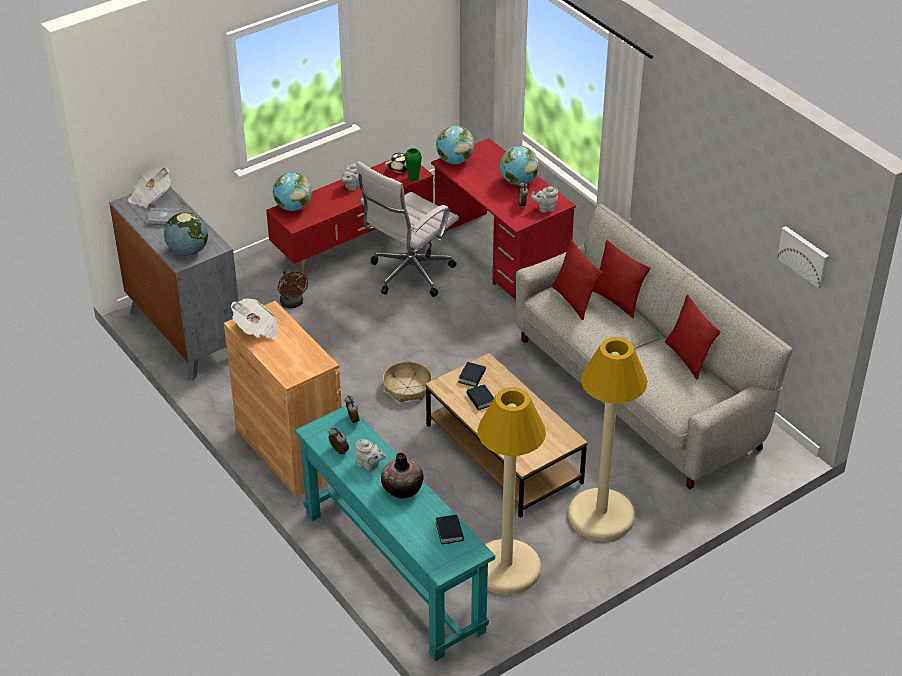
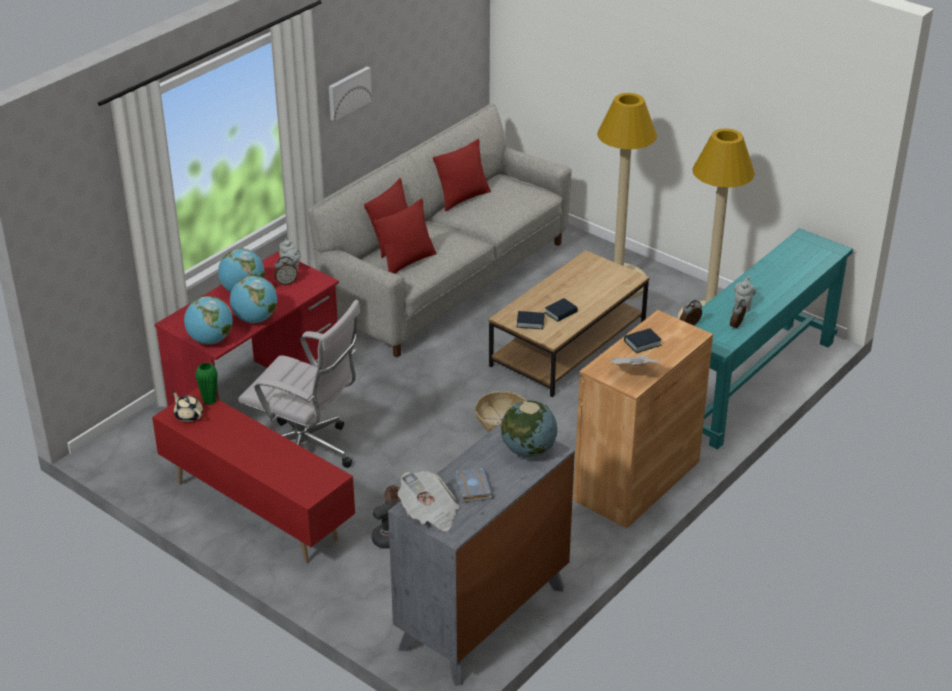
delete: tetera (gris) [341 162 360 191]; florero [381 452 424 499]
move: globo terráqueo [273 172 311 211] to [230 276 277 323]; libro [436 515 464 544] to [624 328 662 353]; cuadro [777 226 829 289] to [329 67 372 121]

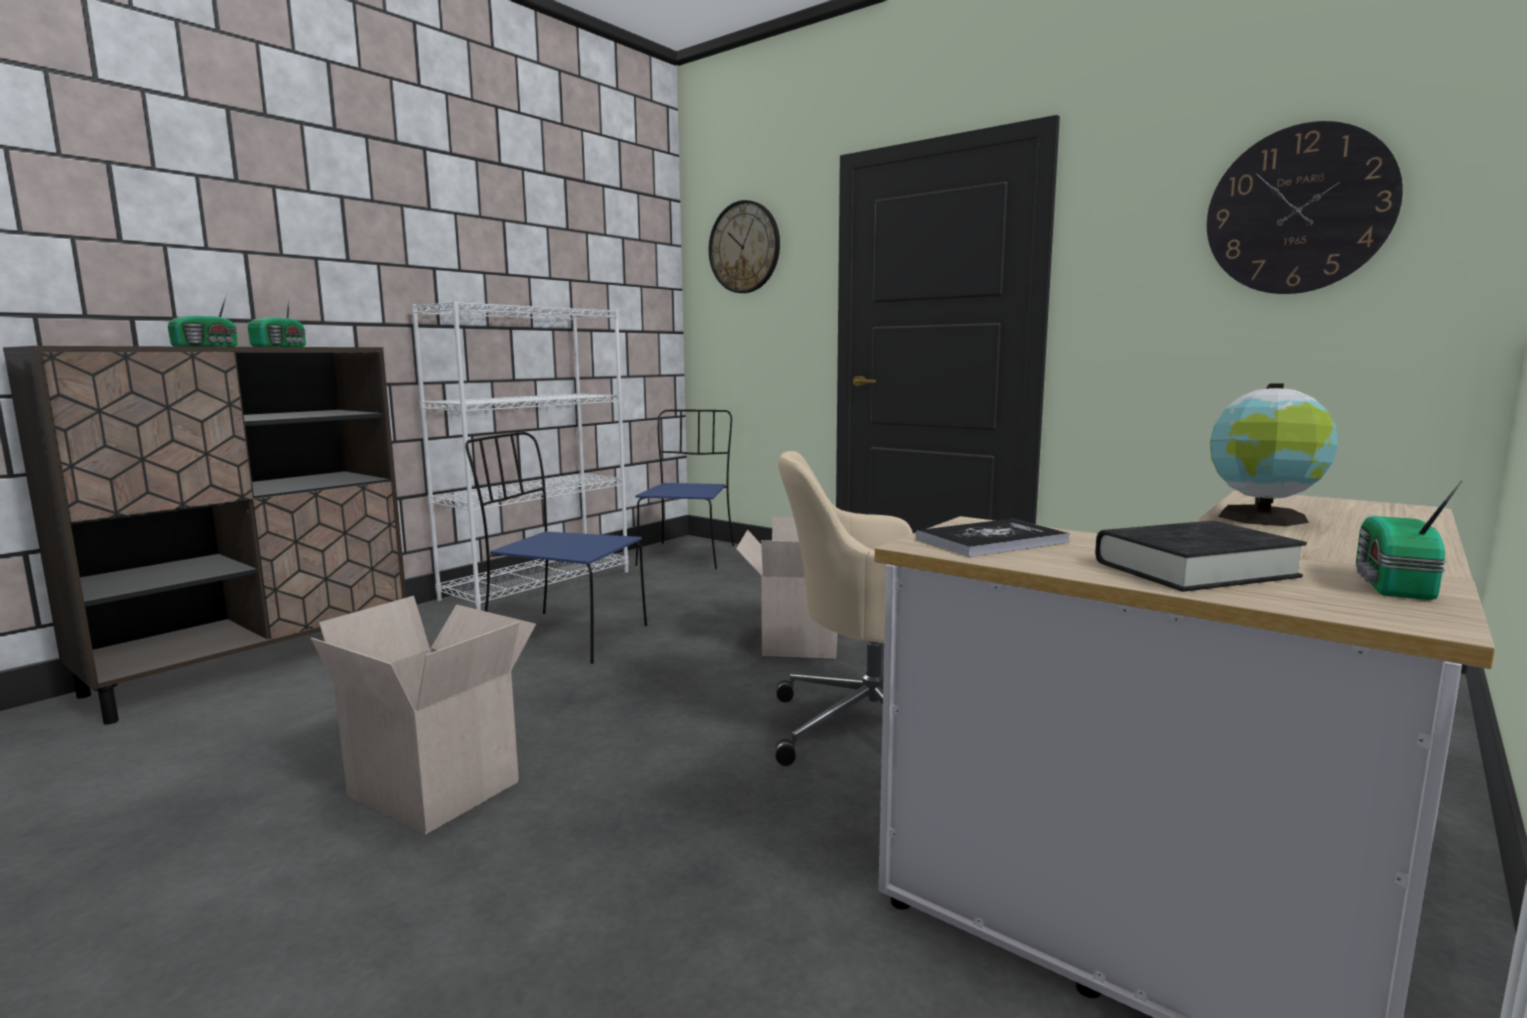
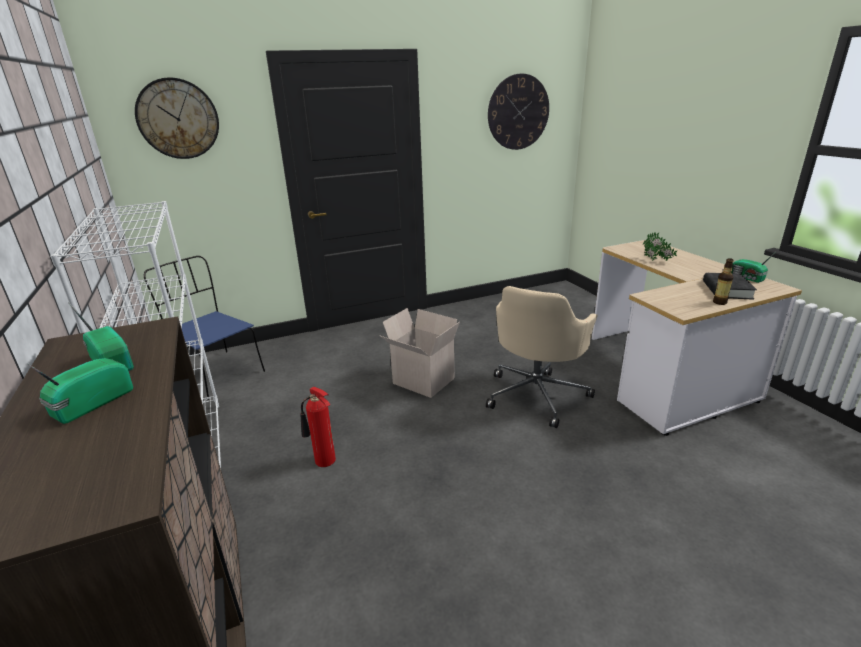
delete: caja de cartón [310 596 536 835]; libro [916 519 1070 557]
insert: botella [713 258 734 305]
replace: silla (azul) [465 432 647 664] to extintor [300 387 336 467]; globo terráqueo [1210 383 1338 526] to planta en maceta [643 232 678 261]
rotate: radio [168 294 238 347] = [28 358 133 424] 120 degrees counterclockwise

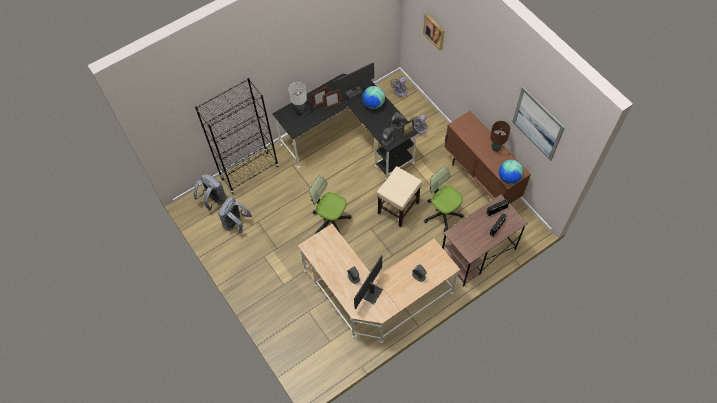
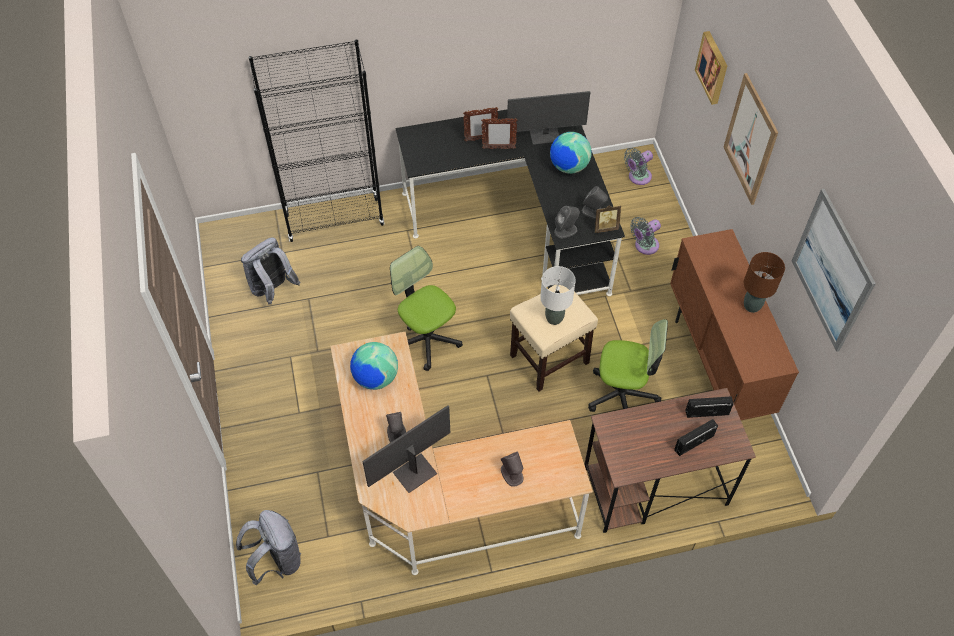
insert: cuadro [724 73 778 205]
move: mochila (gris) [194 174 226 211] to [236 510 301 586]; lámpara de mesa (blanco) [289 82 307 113] to [540 266 576 325]; globo terráqueo [499 160 524 184] to [350 342 398 390]
rotate: silla de oficina [424 167 464 232] = [588 319 668 412] 120 degrees clockwise

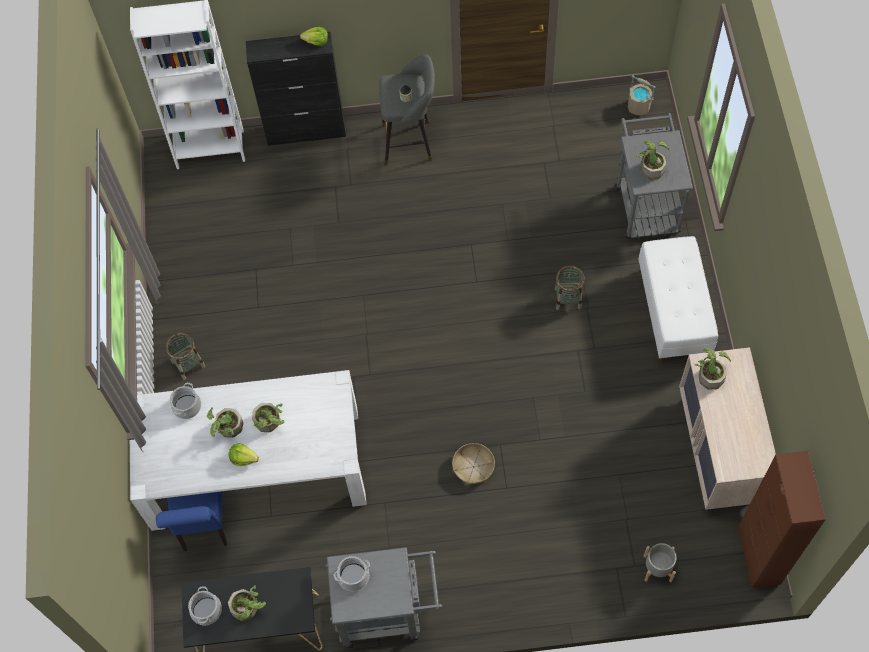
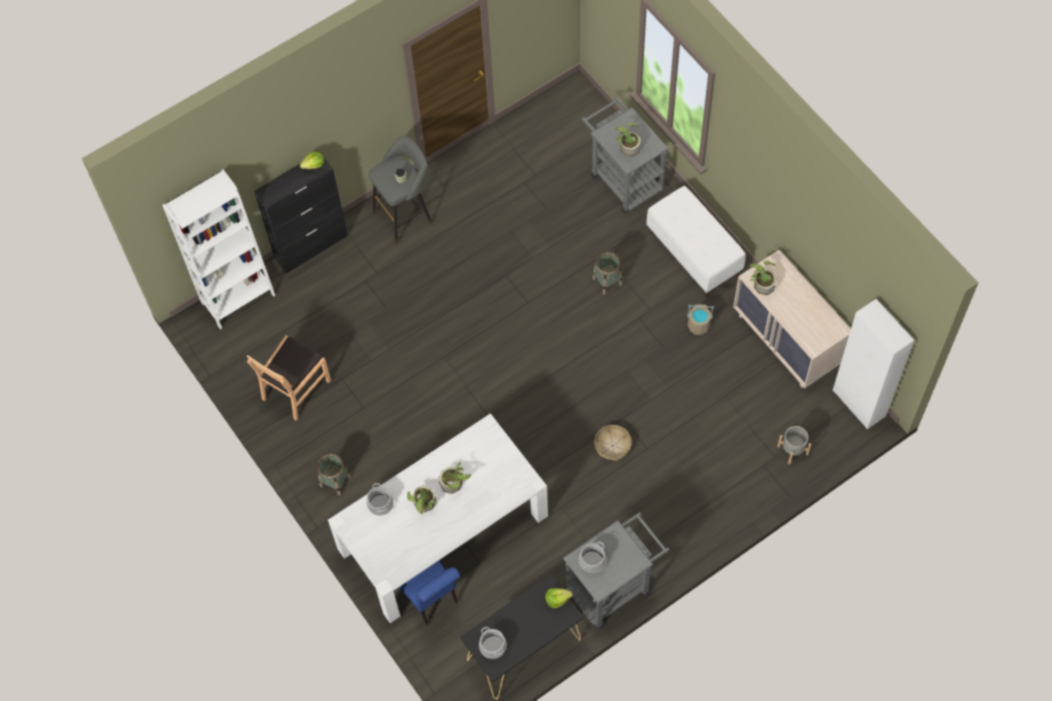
delete: planta en maceta [228 585 266 621]
insert: silla (marrón) [247 335 331 421]
move: lechuga [229 443 259 466] to [545 588 573 608]; cubo (beis) [628 75 655 115] to [687 304 714 335]
recolor: armario (marrón) [738 451 826 588] to armario (blanco) [833 299 914 429]

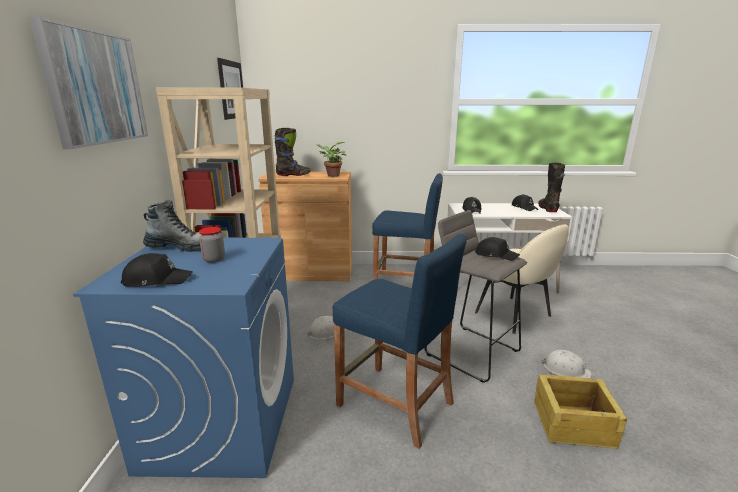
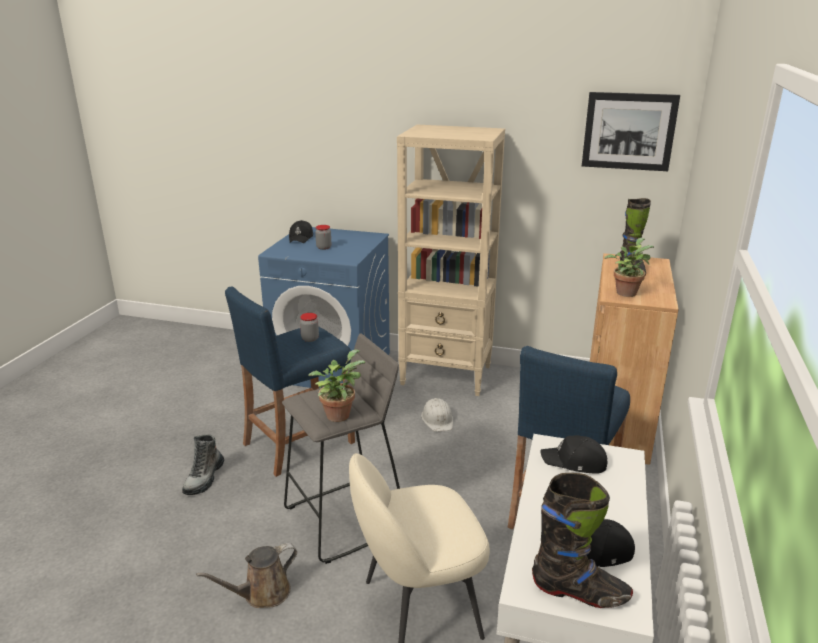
delete: cuadro [29 17 148 149]; caja de embalaje [534 374 627 449]
insert: tarro [300 313 319 342]
move: bota [143 200 201 252] to [182 434 224 495]
replace: gorra (negro) [475 237 520 261] to planta en maceta [308 349 365 422]; casco (blanco) [541 350 592 378] to regadera (marrón) [196 543 297 608]

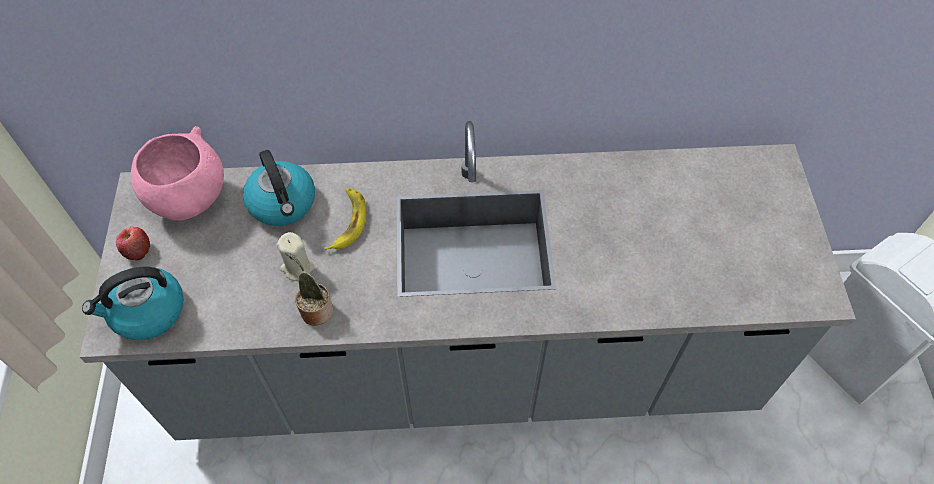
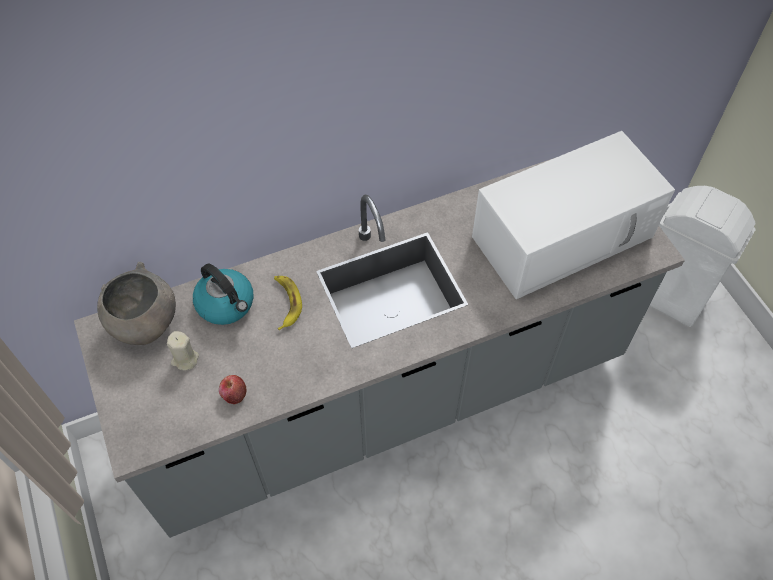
delete: hervidor [82 267 183 340]; planta en maceta [285 252 333 326]
insert: microondas (blanco) [472 131 675 299]
move: manzana [116 227 150 260] to [219 375 247 404]; vela (beis) [277 232 314 281] to [167 331 199 370]
recolor: cuenco (rosa) [131 126 224 221] to cuenco (gris) [97 262 176 345]

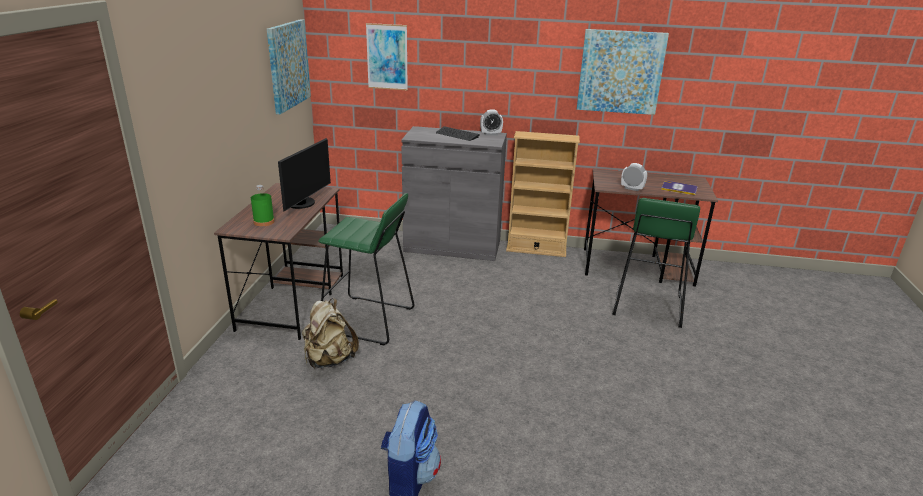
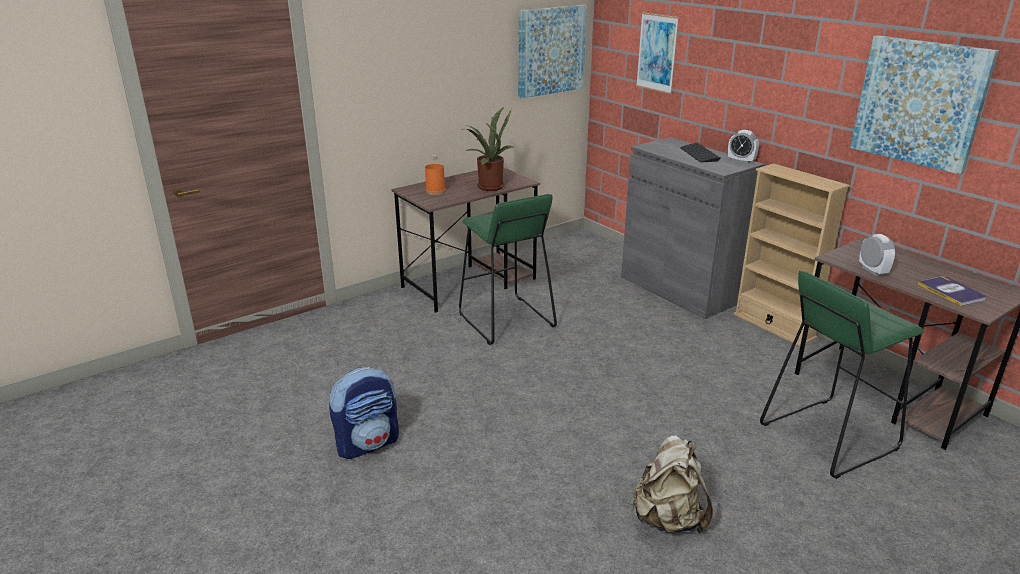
move: mochila (beis) [302 298 359 368] to [631 435 713 534]
replace: monitor [278 138 331 212] to planta en maceta [461 107 513 191]
recolor: botella (verde) [251 185 275 226] to botella (naranja) [425 155 445 195]

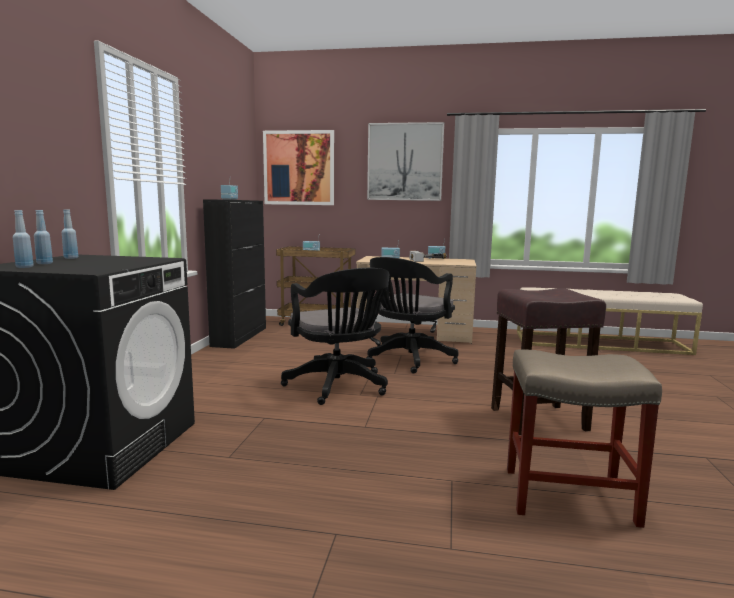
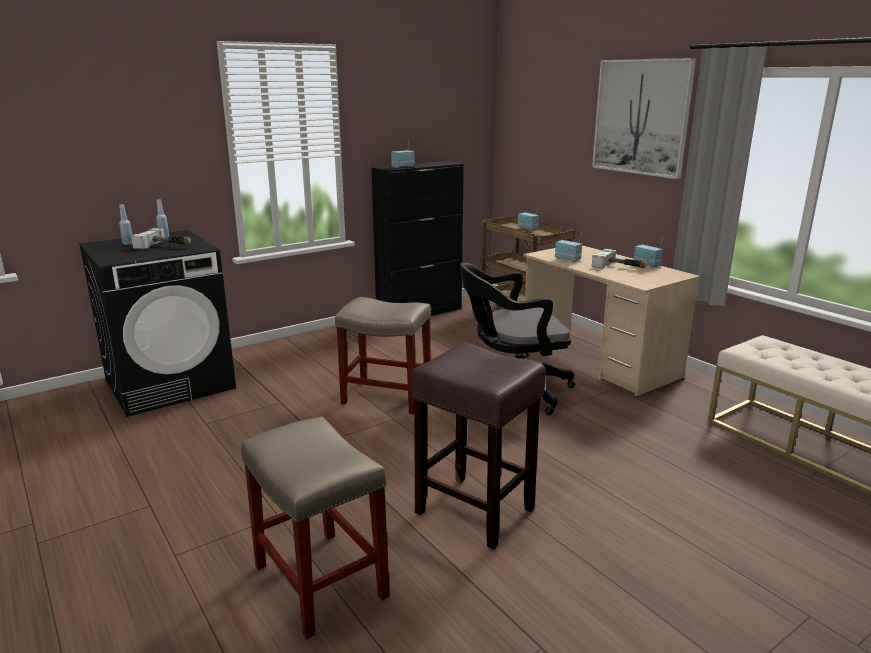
delete: botella (azul) [13 210 34 268]; cuadro [263 130 334 205]
insert: martillo [131 228 192 249]
replace: silla de oficina (negro) [281 268 389 405] to taburete (beis) [335 297 431 414]

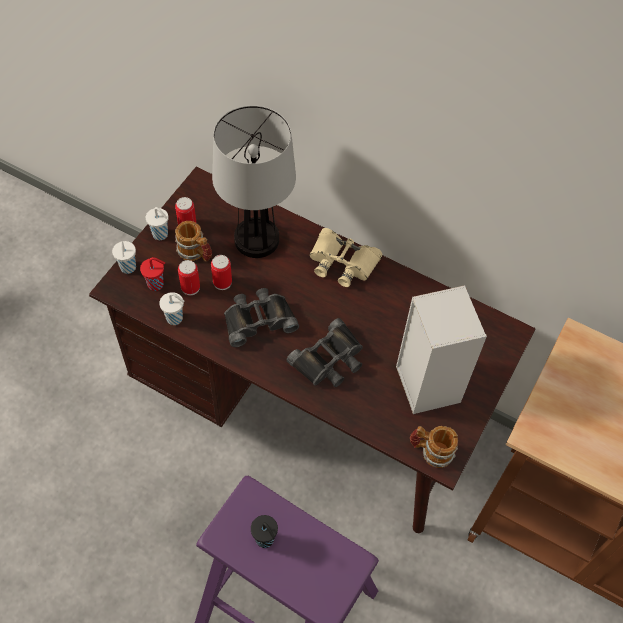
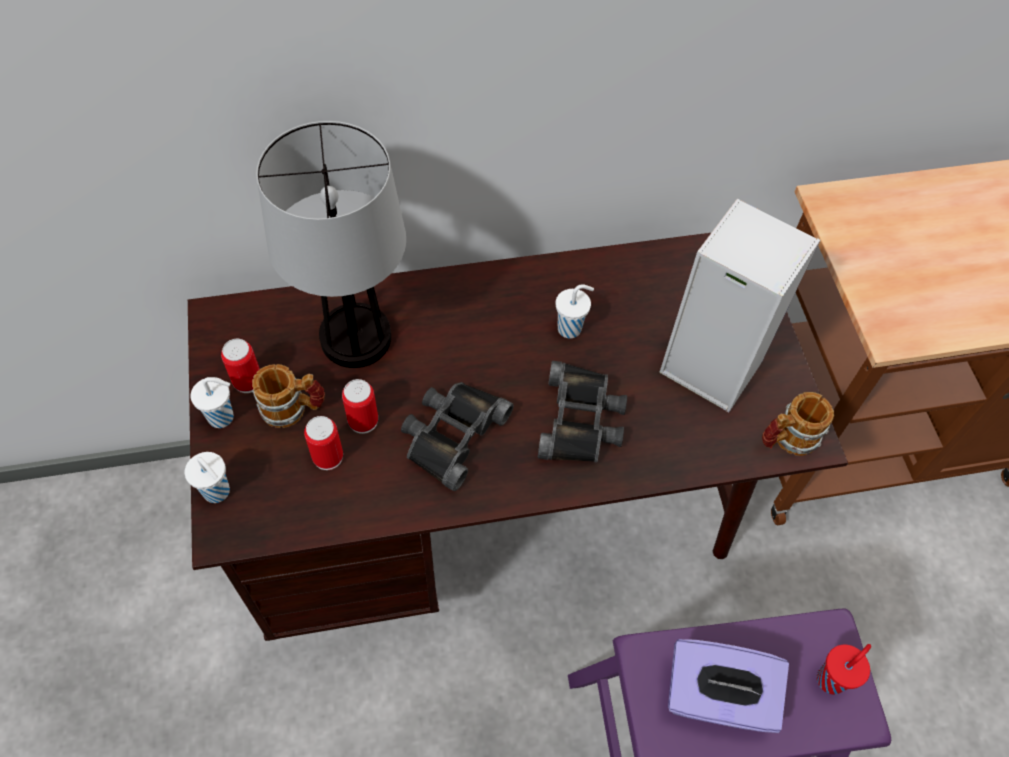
delete: prismáticos (beis) [310 228 383 287]
move: taza (rojo) [140 257 165 291] to [817 644 871 694]; taza (blanco) [159 292 184 325] to [555 284 594 338]
replace: taza (negro) [251 515 278 548] to caja de pañuelos (morado) [668 639 789 733]

